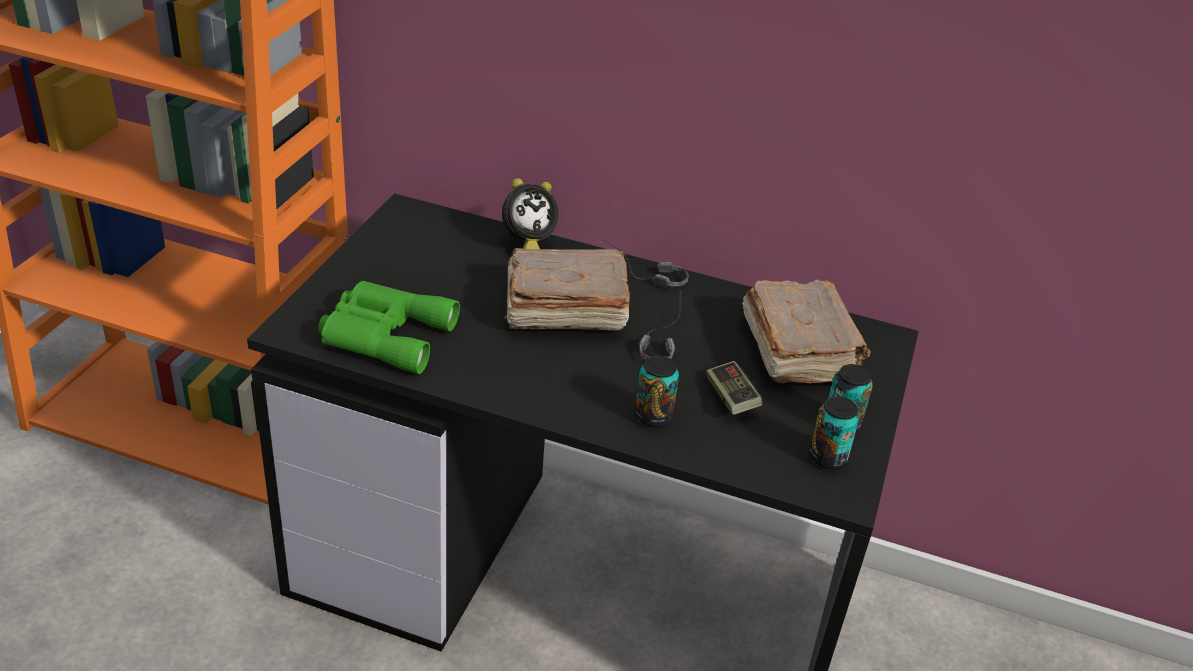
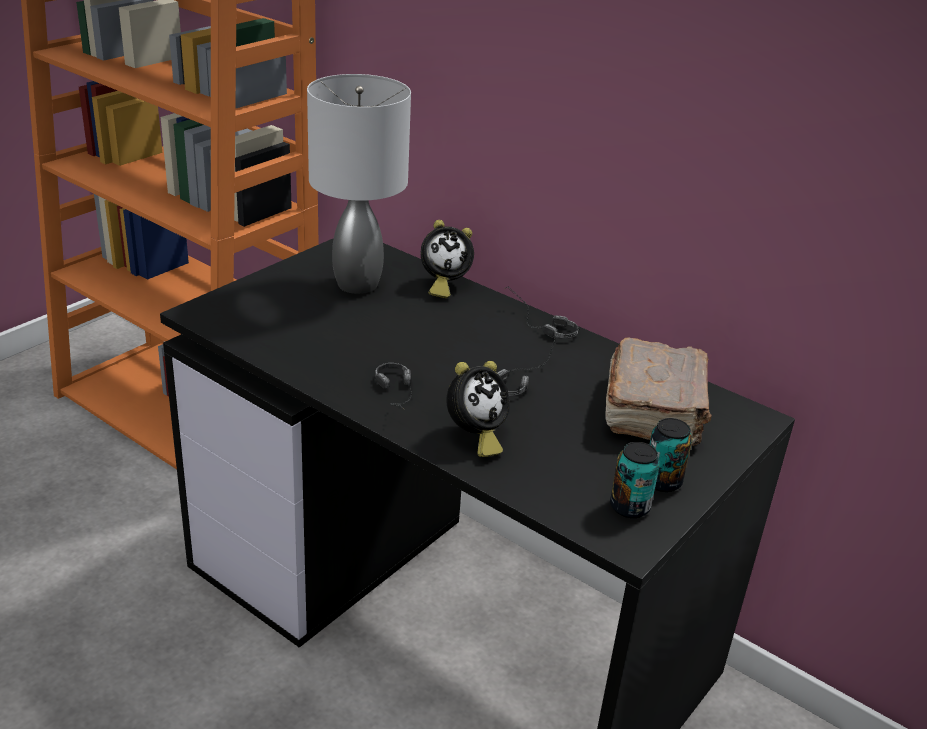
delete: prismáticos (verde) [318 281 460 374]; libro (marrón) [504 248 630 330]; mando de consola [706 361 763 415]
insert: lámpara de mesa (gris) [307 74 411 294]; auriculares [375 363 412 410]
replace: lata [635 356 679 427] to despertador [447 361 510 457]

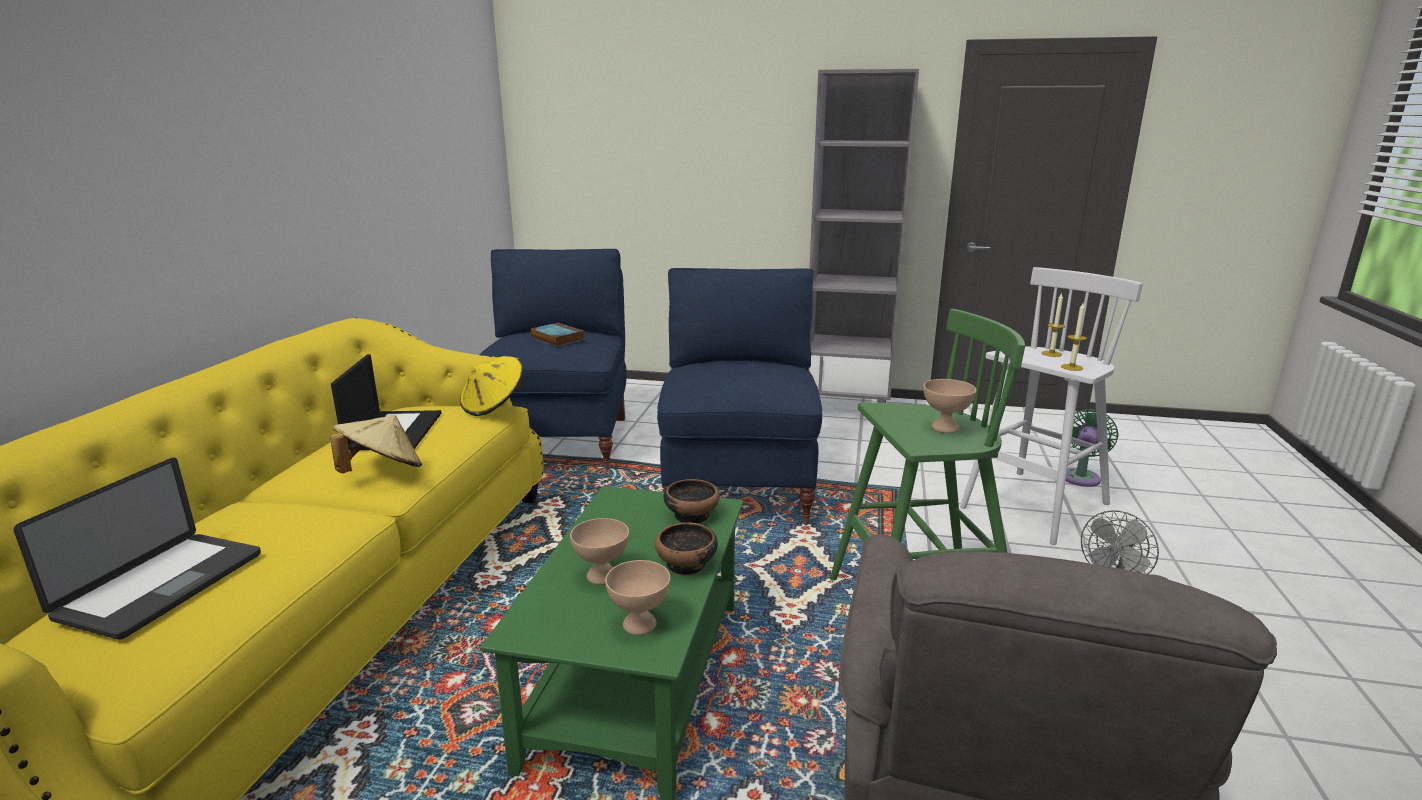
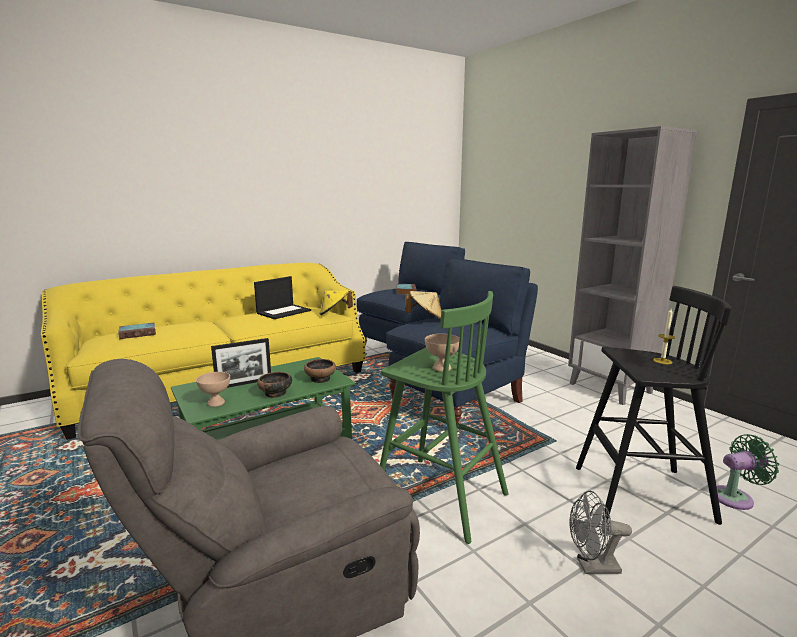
delete: vela [1061 303 1087 371]
move: sombrero (beis) [330 415 422 473] to [405 291 442 320]
replace: portátil [13 458 261 640] to libro [118 323 156 339]; cuenco (beis) [570 518 629 585] to portarretratos [211 338 271 388]
recolor: taburete (blanco) [960 267 1143 545] to taburete (negro) [576 286 731 525]

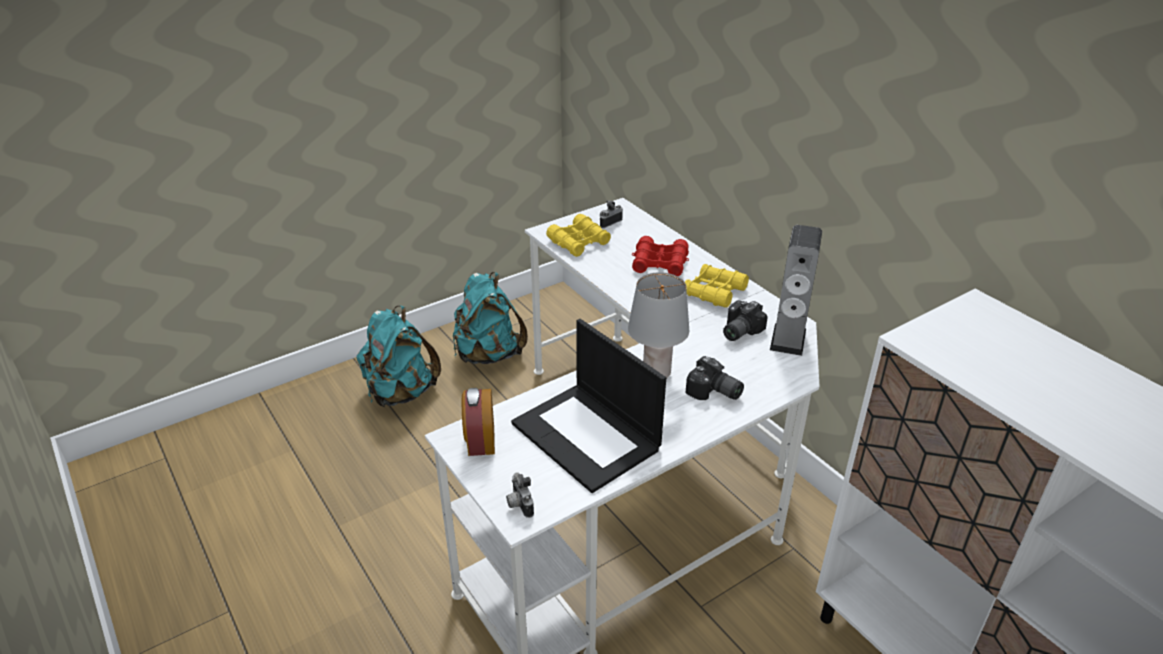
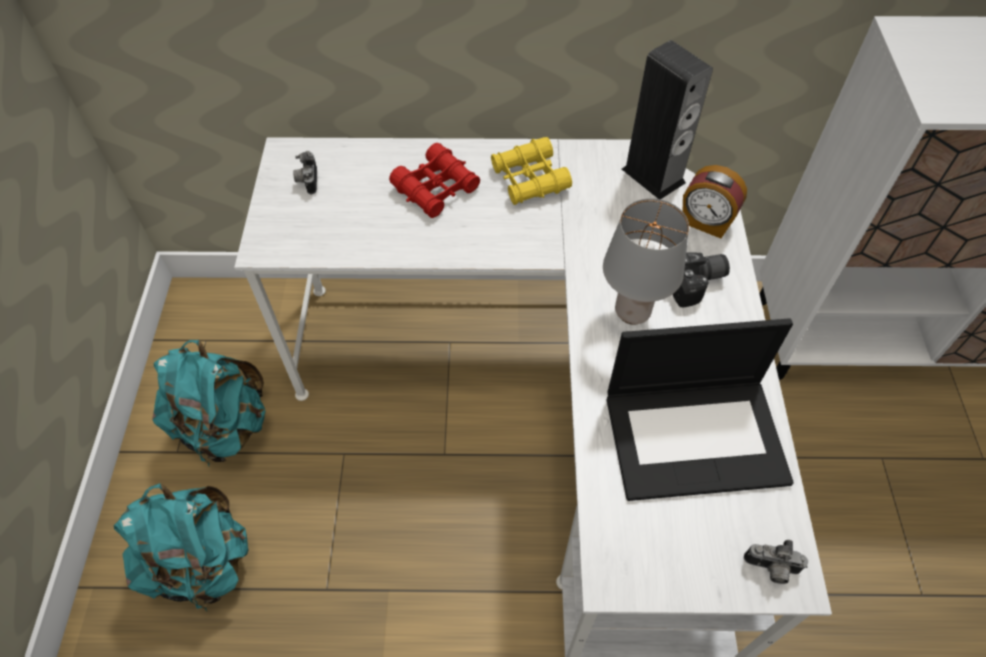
delete: prismáticos (amarillo) [546 214 611 257]; cámara [723 300 768 341]
move: despertador [462 388 495 456] to [682 165 747 238]

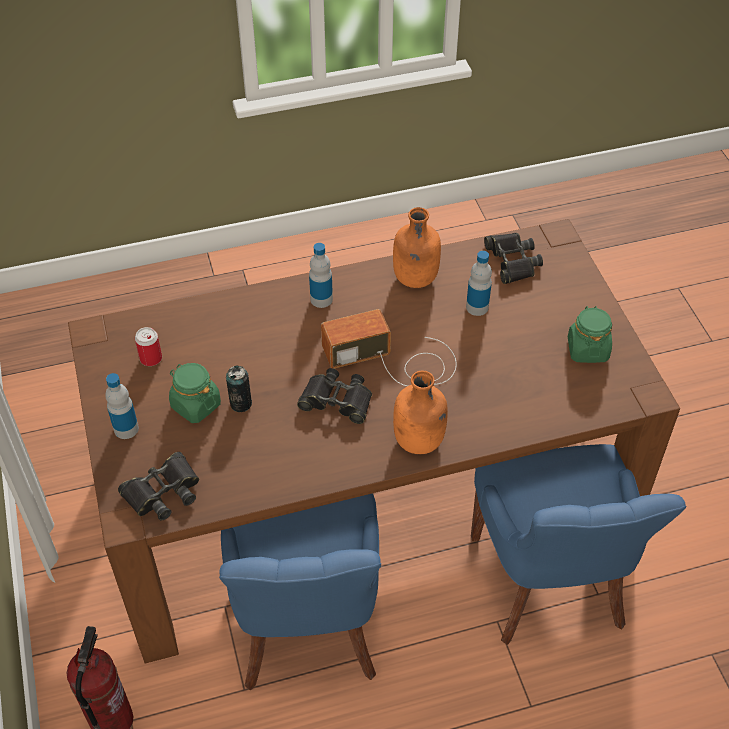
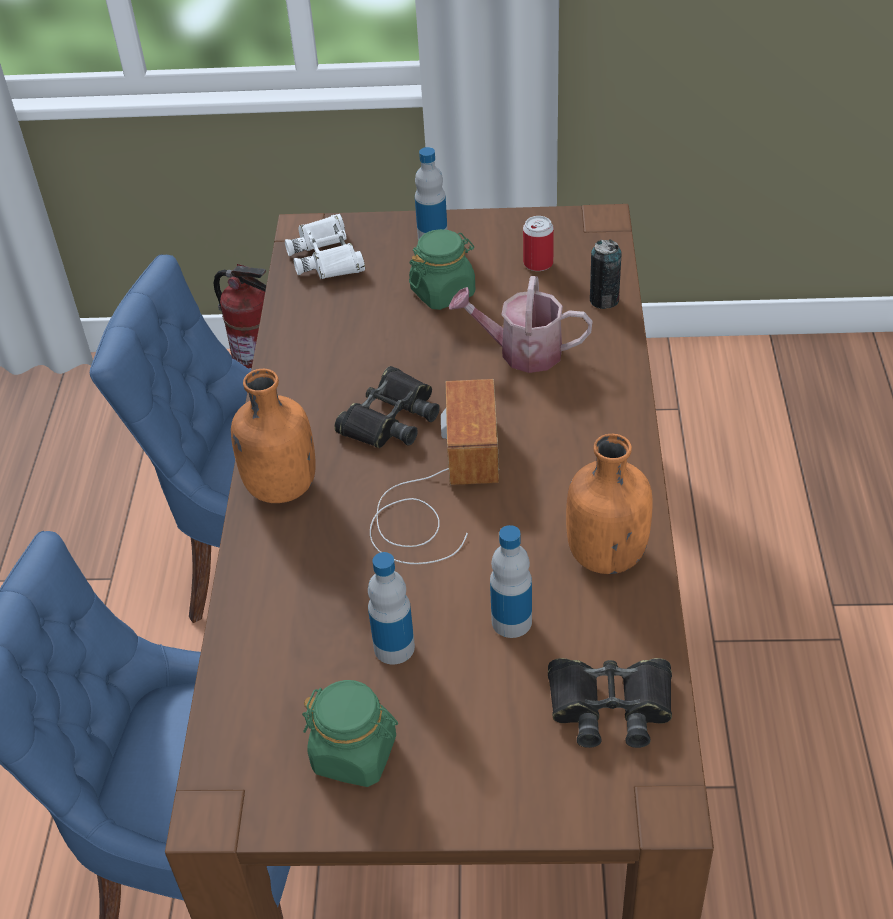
insert: regadera [449 276 593 373]
move: lata [226 365 252 412] to [590 239 621 309]; botella [309 243 333 308] to [368 552 415 665]
recolor: prismáticos (negro) [118 452 199 520] to prismáticos (blanco) [285 214 365 279]

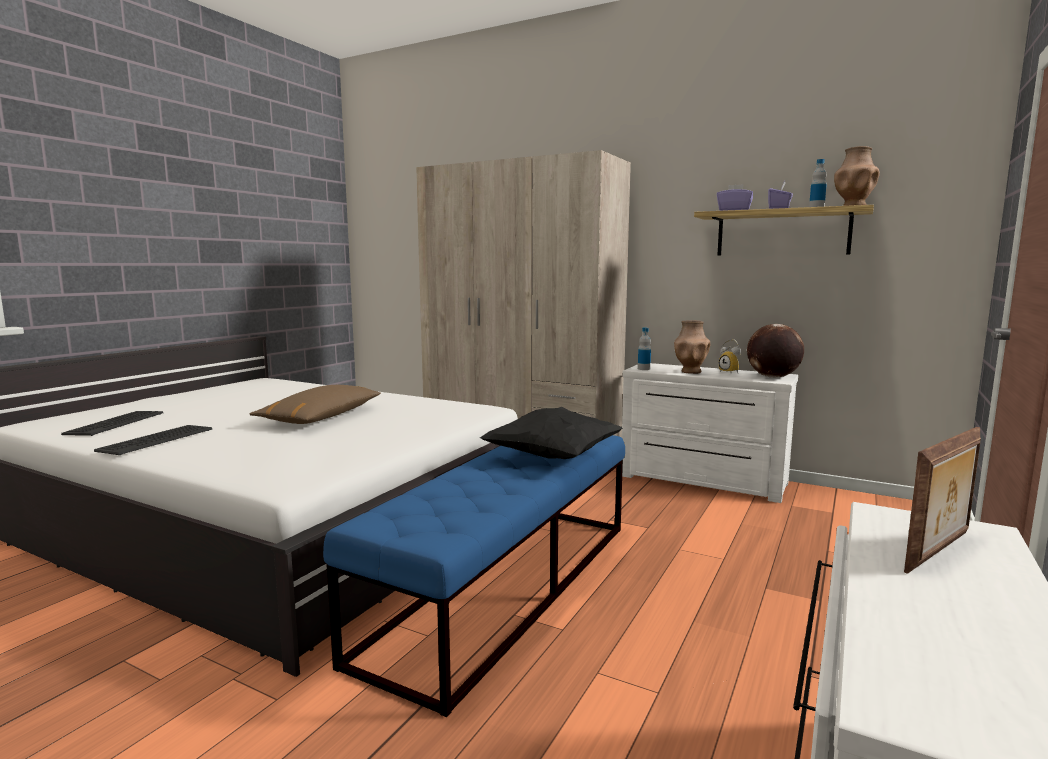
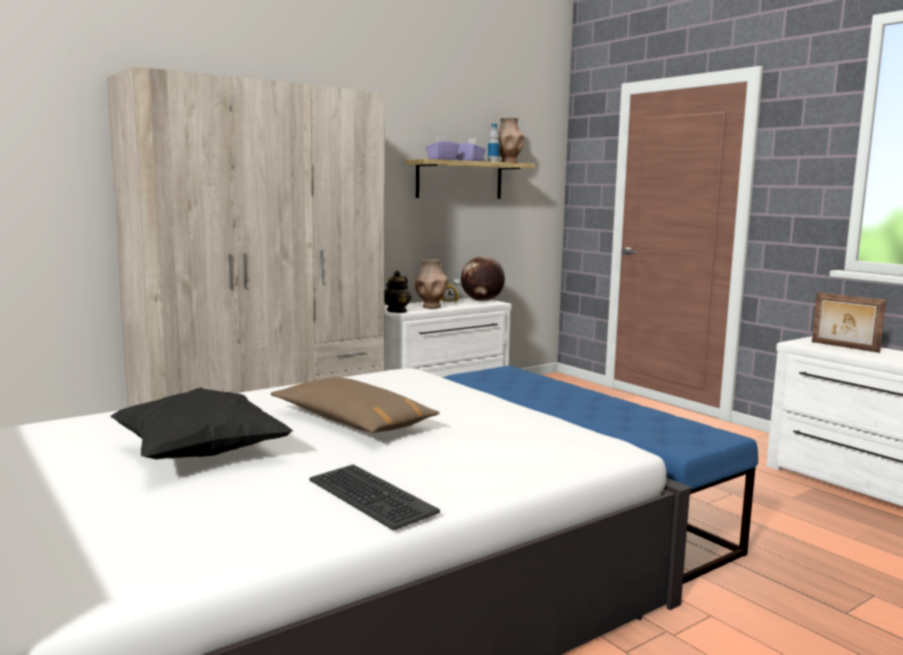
delete: teclado [61 411 164 436]
move: cojín (negro) [480 407 623 459] to [110 387 293 459]
replace: botella [638 328 651 370] to tetera [384 271 412 313]
rotate: portarretratos [904 427 981 574] = [812 292 886 353] 150 degrees clockwise

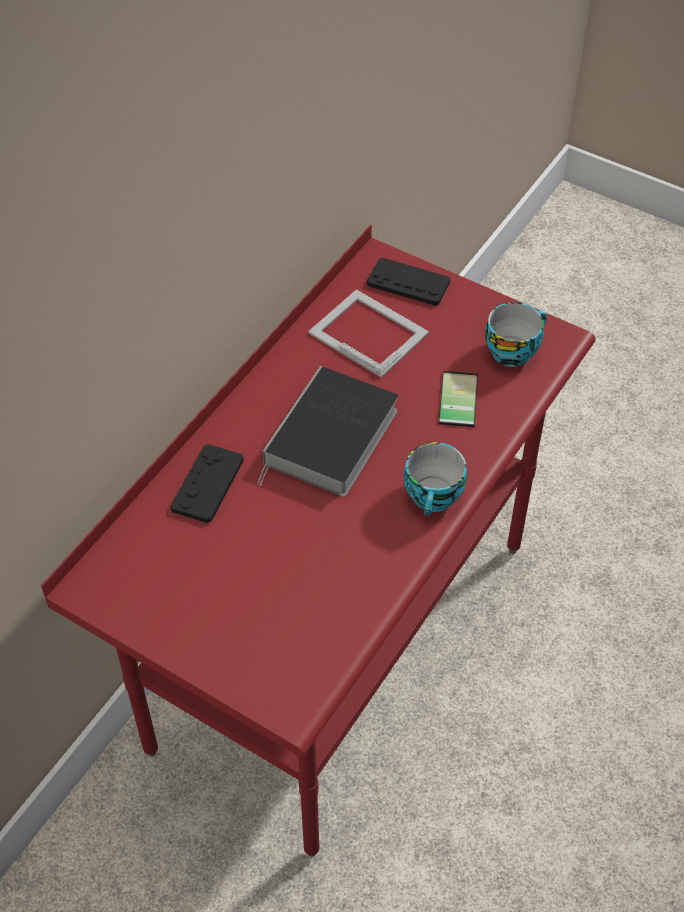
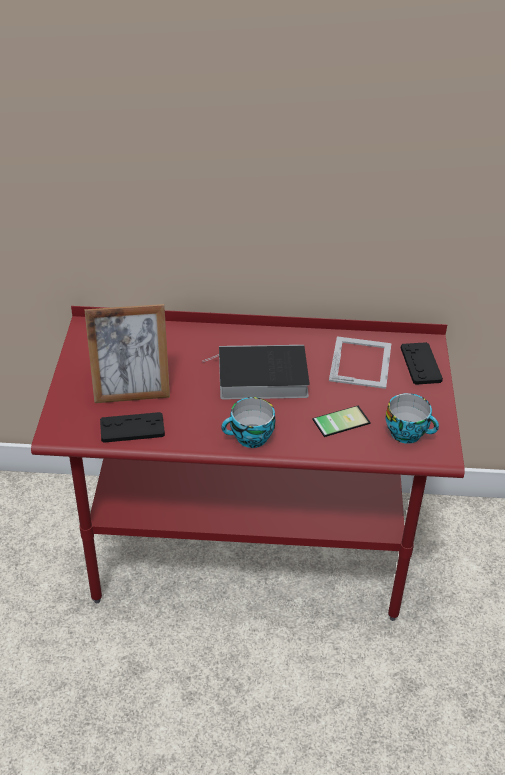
insert: portarretratos [85 304 170 403]
move: mando de consola (negro) [170 444 244 523] to [100 412 165 443]

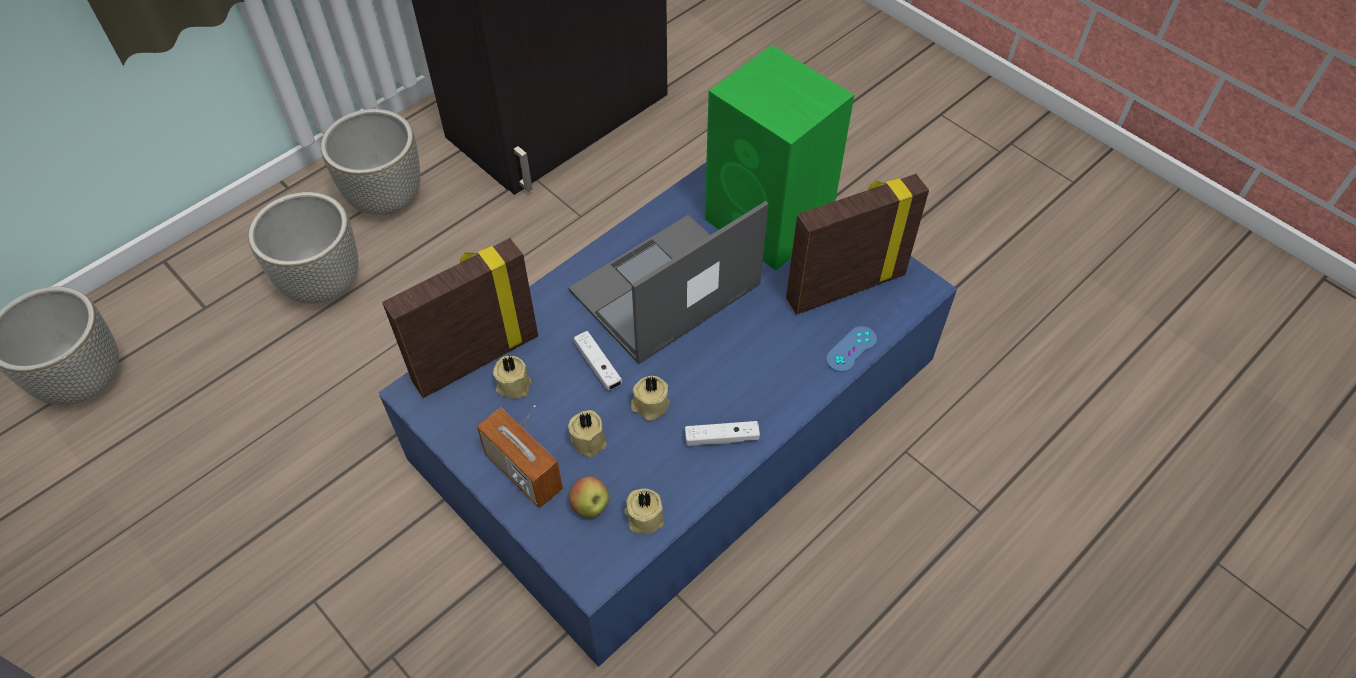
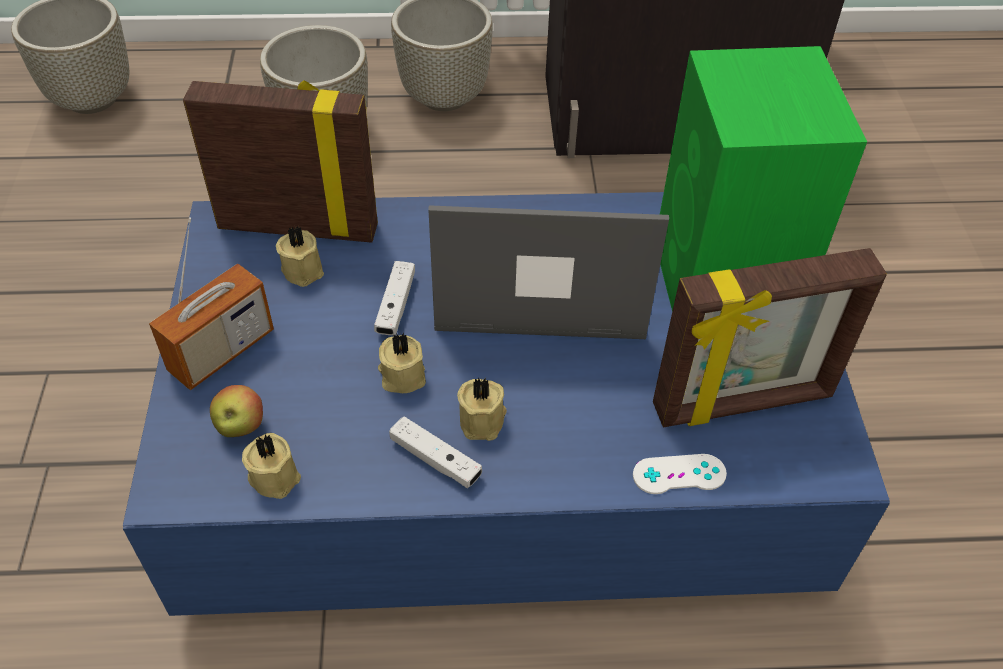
move: vela (beis) [568 410 607 457] to [457 377 507 441]
recolor: mando de consola (azul) [826 326 877 372] to mando de consola (blanco) [633 454 727 494]
rotate: radio [477 405 563 508] = [149 218 274 390] 135 degrees counterclockwise; portarretratos [786 174 929 315] = [653 248 887 427] 150 degrees clockwise

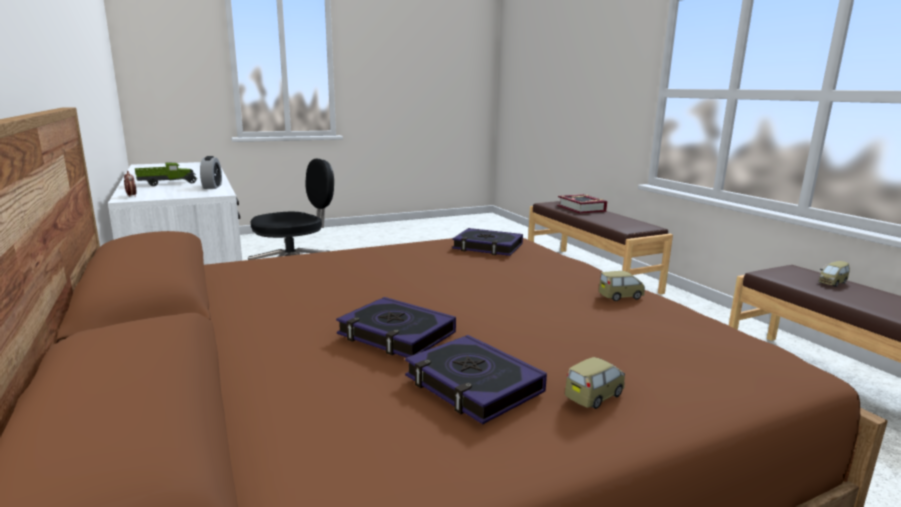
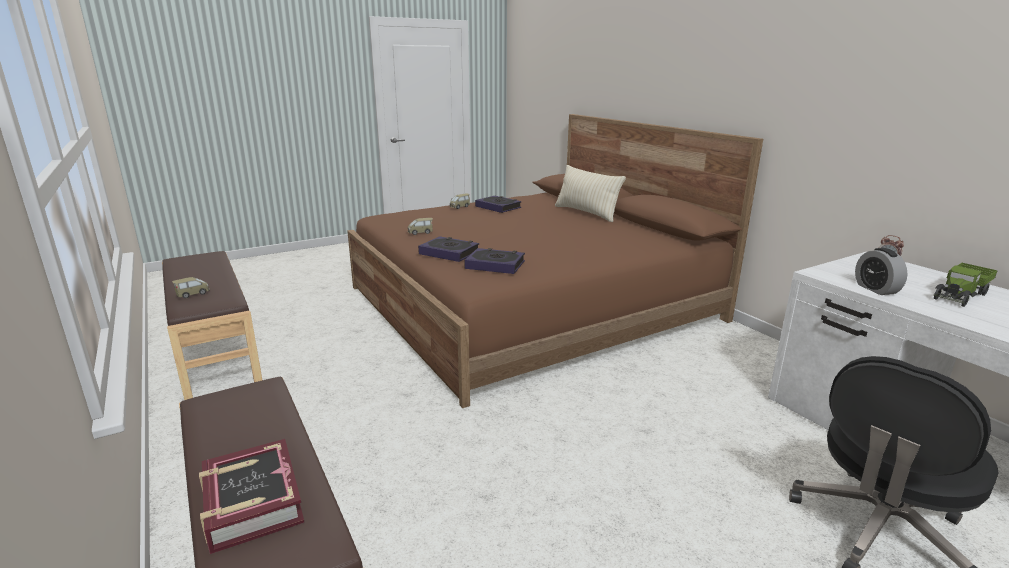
insert: cojín (beis) [555 165 626 222]
move: libro [336 297 456 358] to [418 236 479 262]

